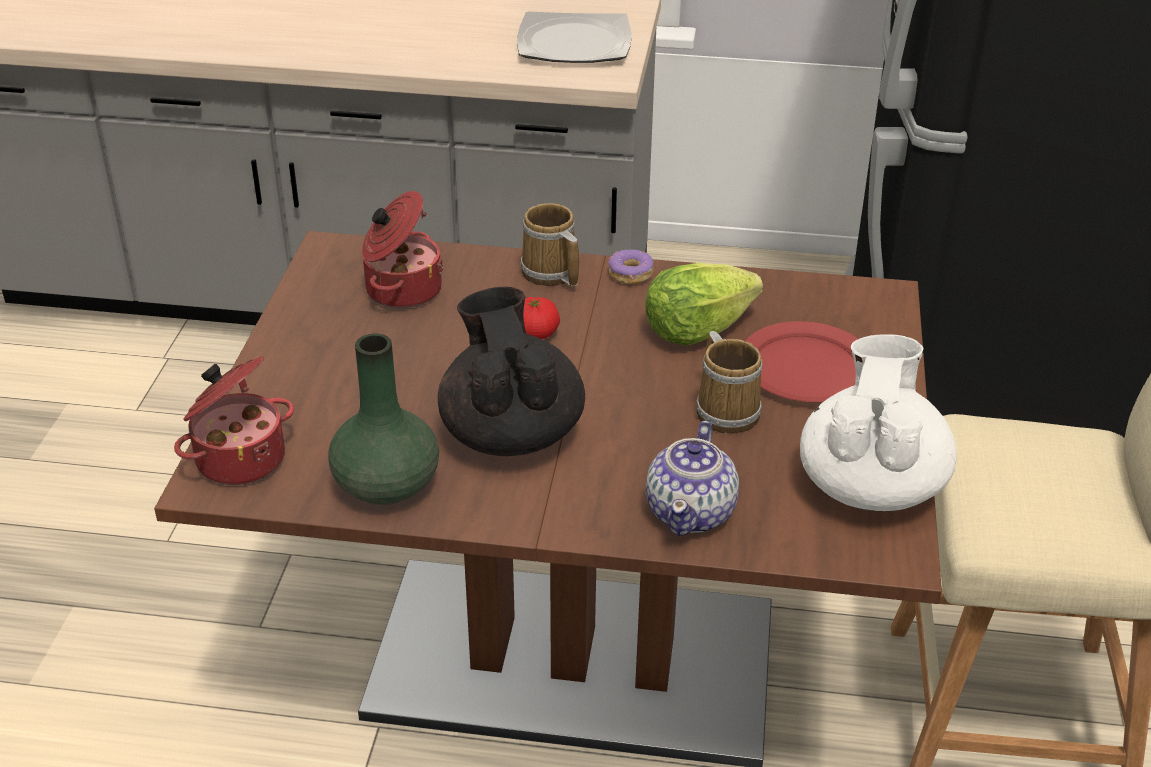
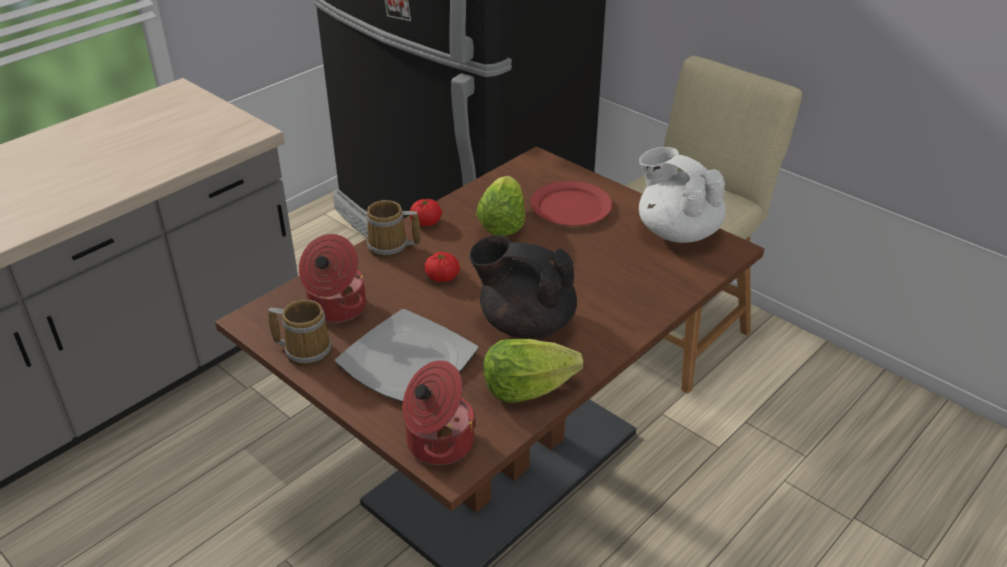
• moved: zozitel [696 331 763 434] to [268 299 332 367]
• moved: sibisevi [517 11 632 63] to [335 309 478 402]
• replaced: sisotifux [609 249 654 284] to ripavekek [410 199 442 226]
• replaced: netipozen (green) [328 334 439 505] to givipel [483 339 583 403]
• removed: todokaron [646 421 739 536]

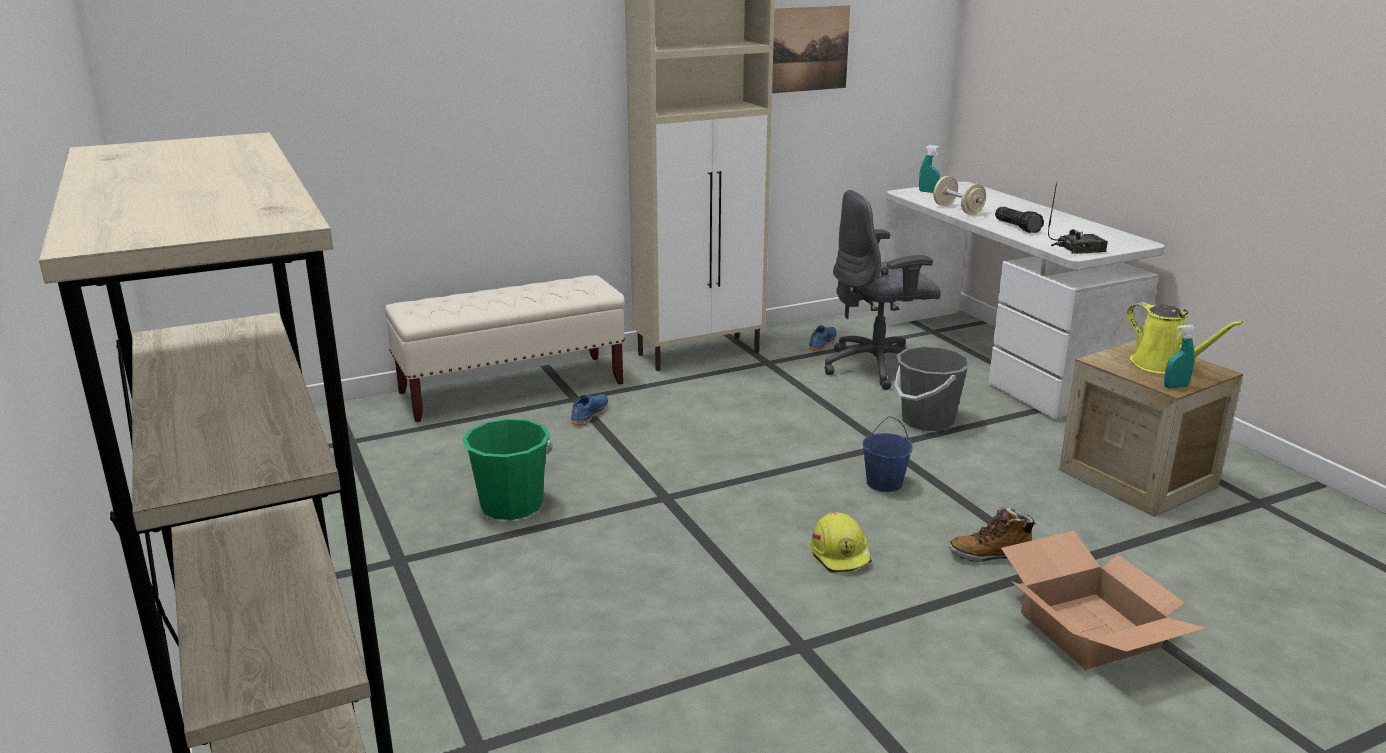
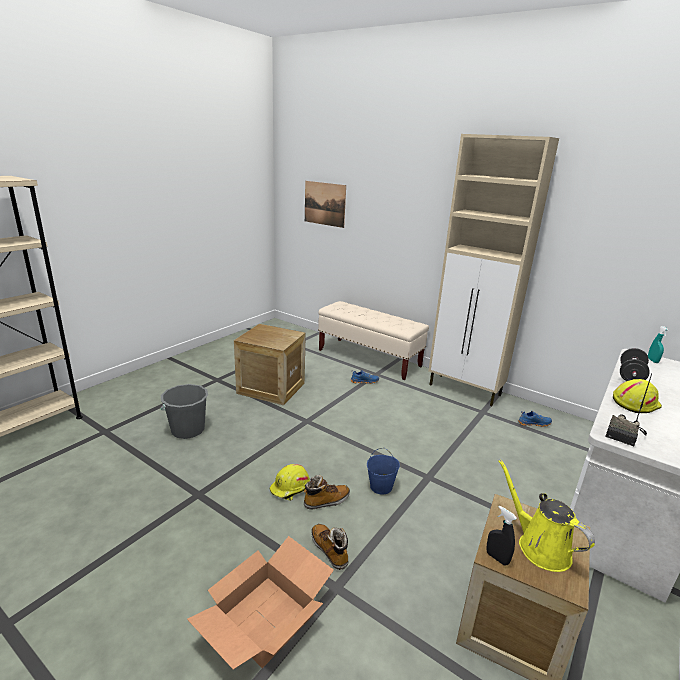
• moved: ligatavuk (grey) [894 346 971 431] to [161 384 208 439]
• replaced: ligatavuk (green) [462 418 553 520] to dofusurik [234 324 306 405]
• added: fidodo [303 475 350 509]
• moved: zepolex [772 5 850 93] to [305 181 346 228]
• recoloured: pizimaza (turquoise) [1164 325 1196 389] to pizimaza (black) [486 506 517 566]
• turned: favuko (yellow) [1127 302 1244 374] = [498 459 595 572] 120 degrees clockwise
• turned: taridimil [1048 182 1108 254] = [605 374 652 446] 75 degrees clockwise
• replaced: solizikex [995 207 1044 233] to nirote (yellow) [613 379 662 413]
• recoloured: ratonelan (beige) [933 176 986 215] to ratonelan (black) [620 348 650 381]
• removed: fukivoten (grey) [825 190 941 390]

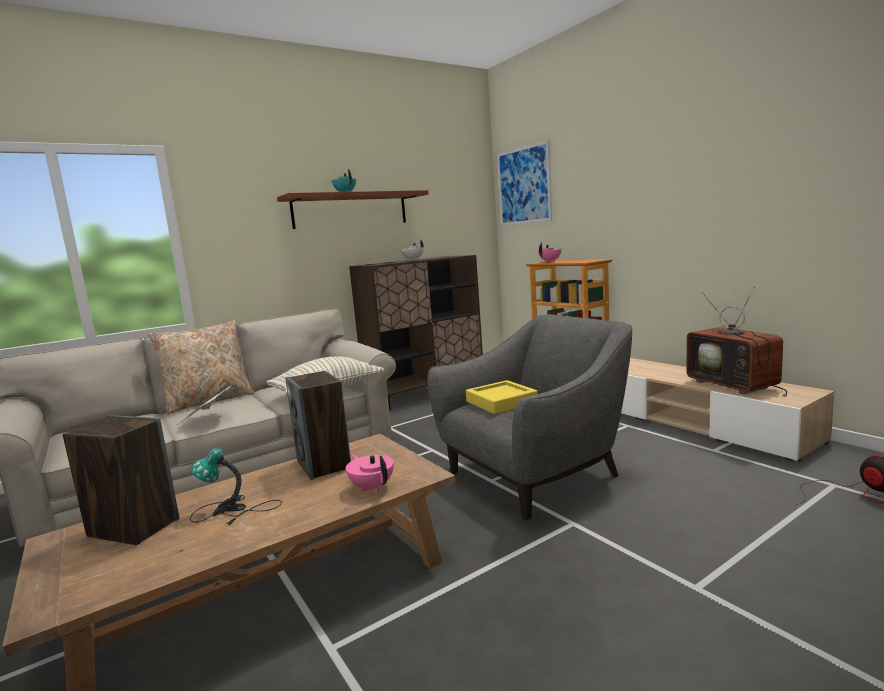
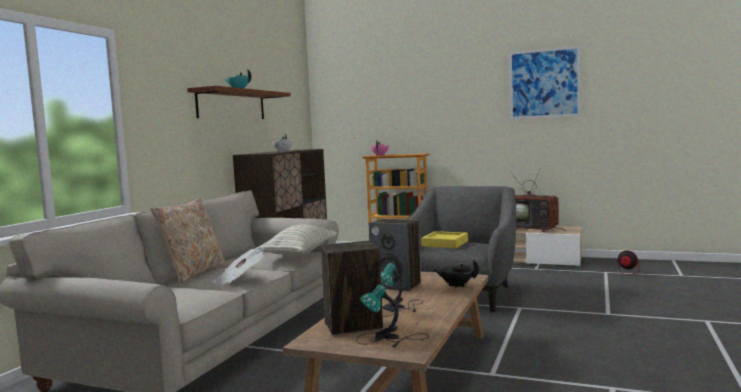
• added: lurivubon [356 284 429 348]
• recoloured: todokaron (pink) [346 454 394 492] to todokaron (black) [433 259 479 288]
• moved: zepolex [497 140 552 226] to [509 46 581 119]

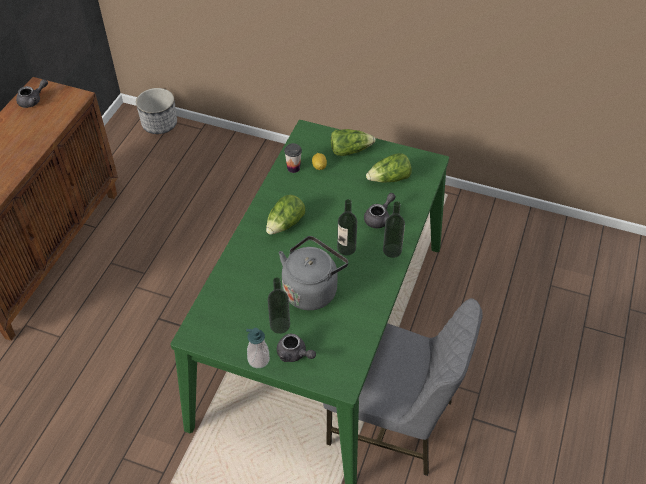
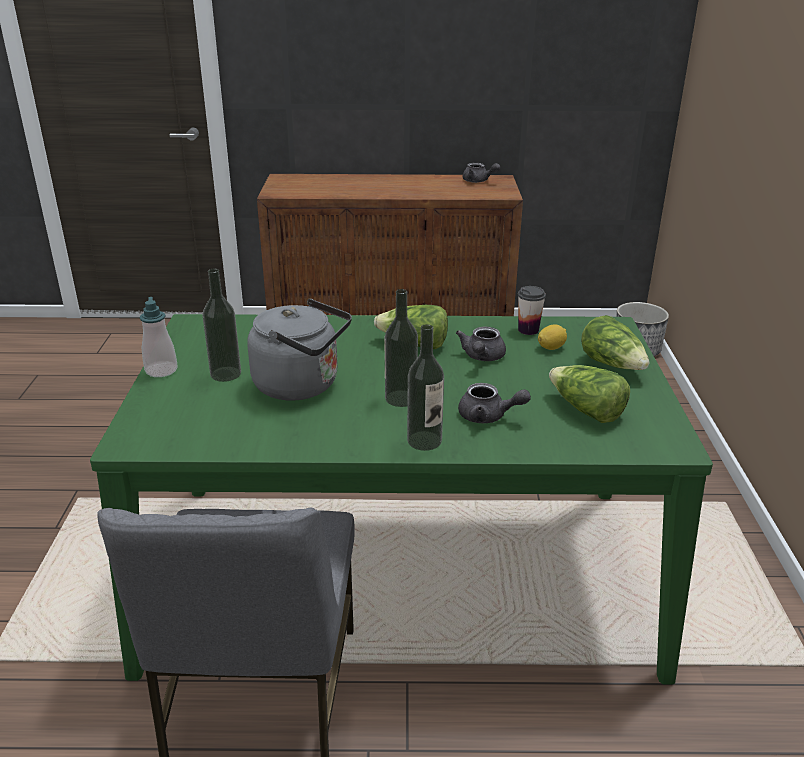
• moved: todokaron (grey) [277 334 316 362] to [456 327 506 361]

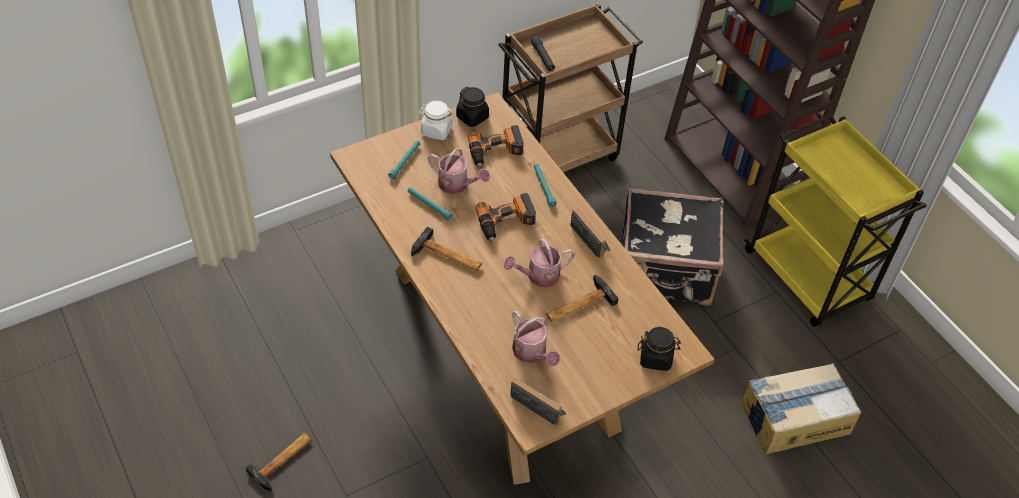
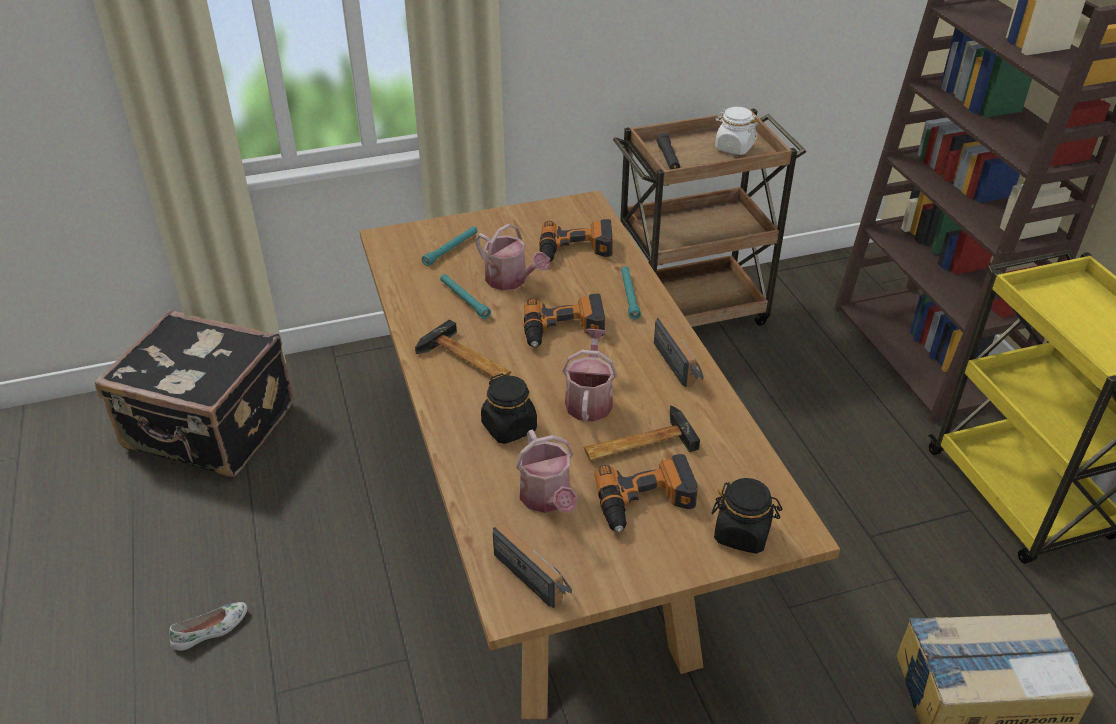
• moved: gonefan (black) [621 188 724 306] to [95 310 293 477]
• replaced: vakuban [245 433 312 491] to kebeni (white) [169 602 247 651]
• moved: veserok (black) [456 87 489 127] to [481 373 537 444]
• turned: favuko [504 239 575 287] = [562 329 617 422] 105 degrees clockwise
• added: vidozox [594 454 698 533]
• moved: veserok (white) [419 101 454 140] to [715 107 758 155]

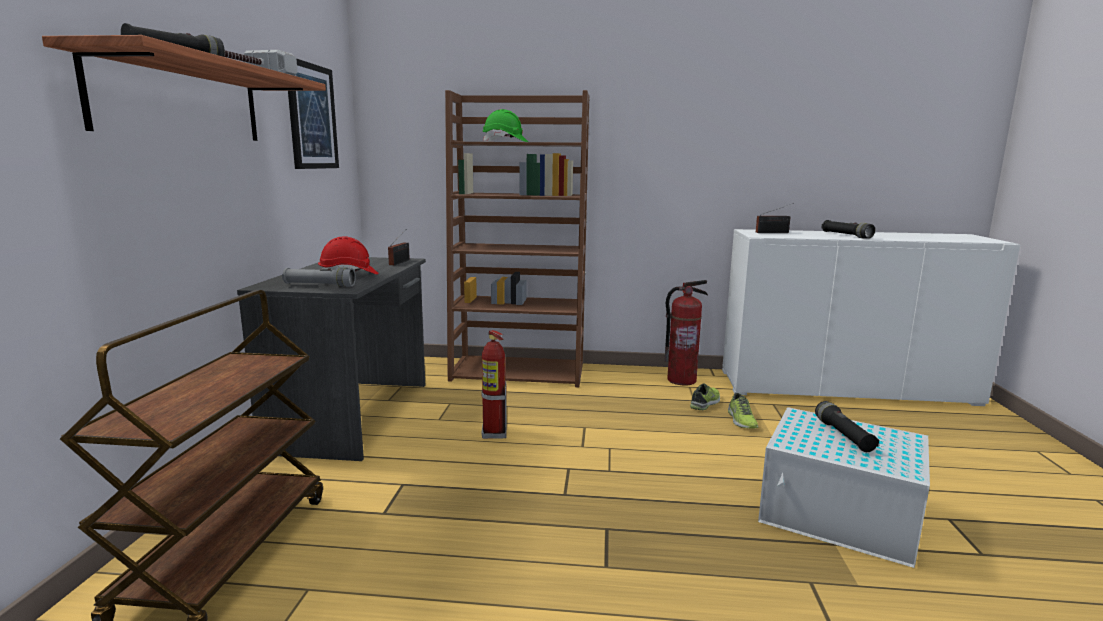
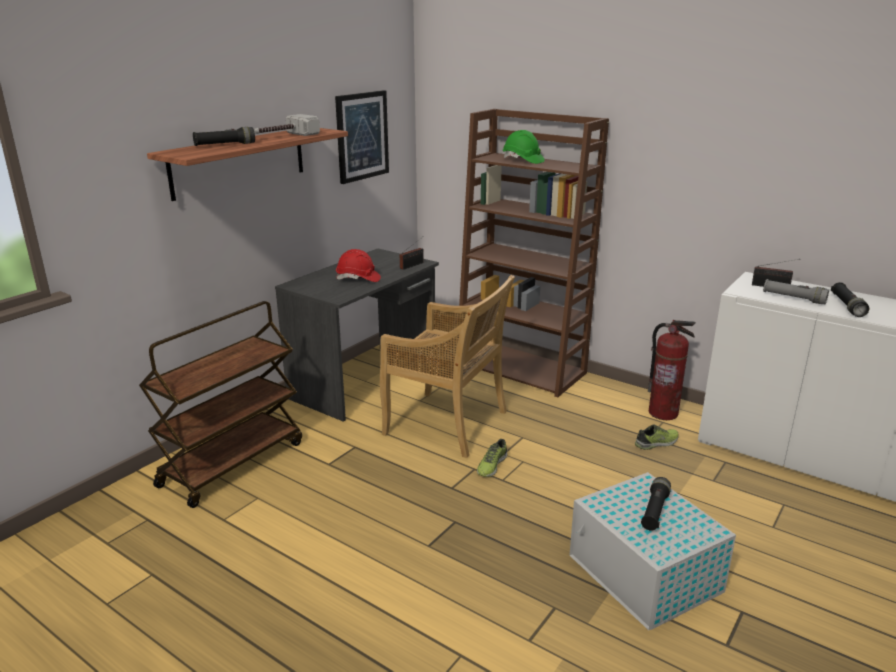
• replaced: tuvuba [481 330 507 439] to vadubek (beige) [380 275 515 458]
• moved: kebeni [728 393 758 429] to [477 439 508 477]
• moved: solizikex (grey) [282 267 356 287] to [763 279 829 304]

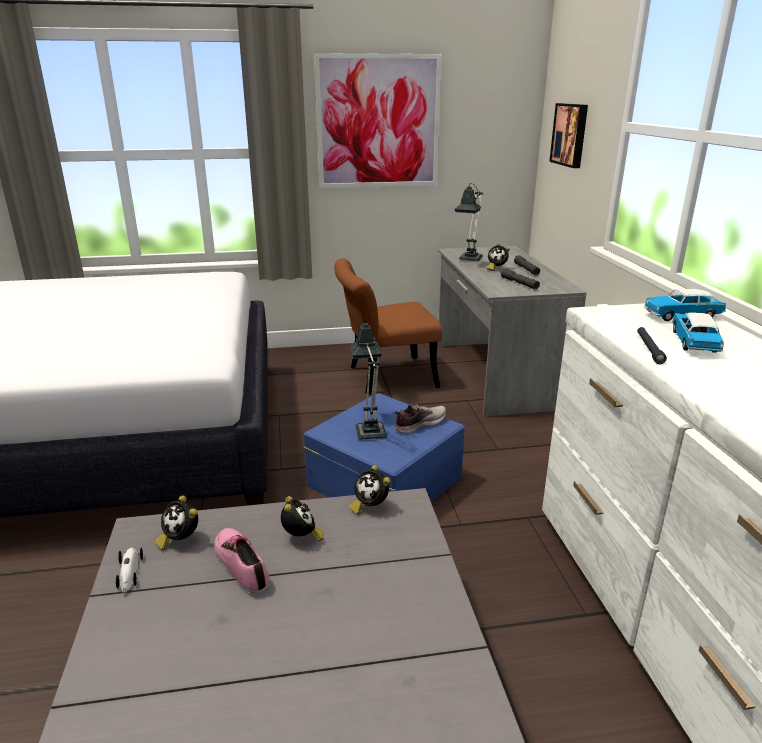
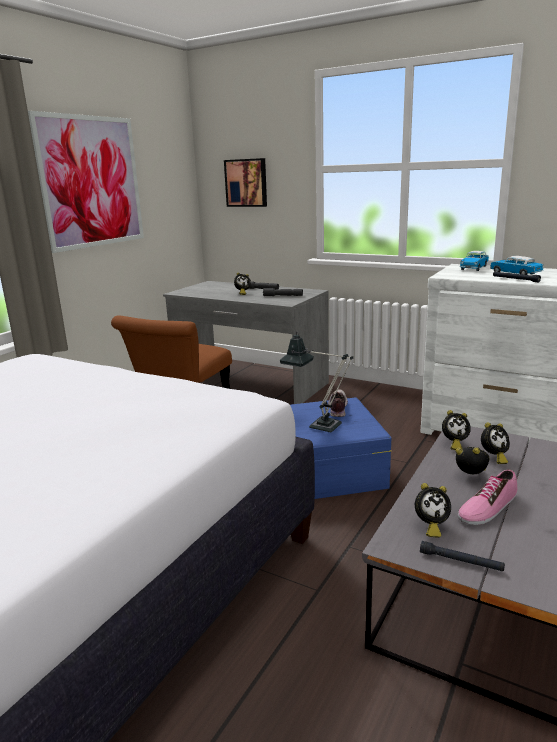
• replaced: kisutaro [116 547 143 593] to solizikex (black) [420 541 505 572]
• turned: kebeni [214 528 270 594] = [458 470 517 525] 45 degrees counterclockwise
• added: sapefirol [481 422 510 464]
• removed: lurivubon [455 183 483 261]

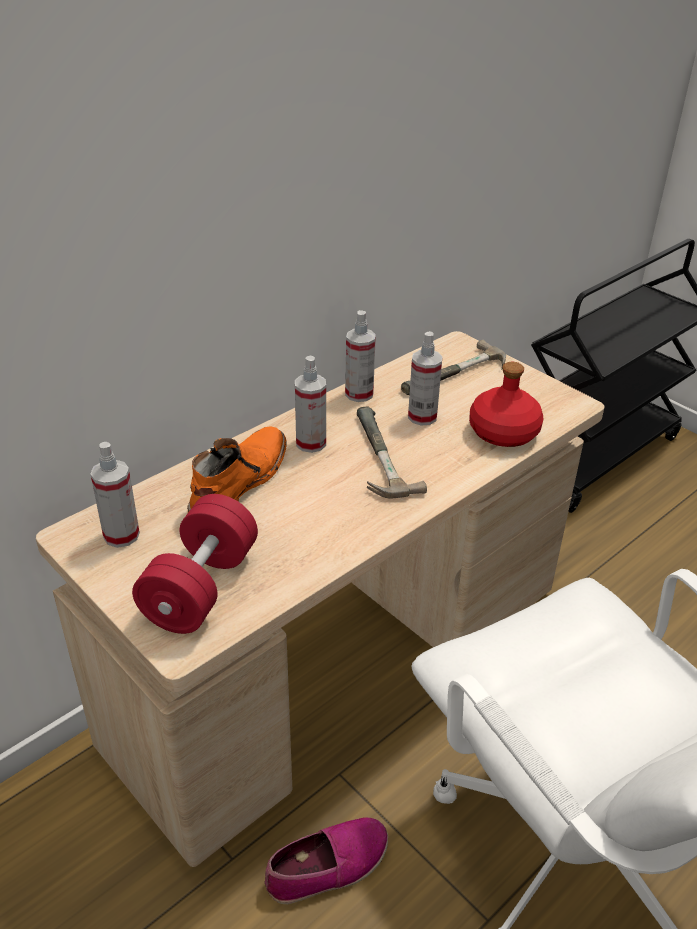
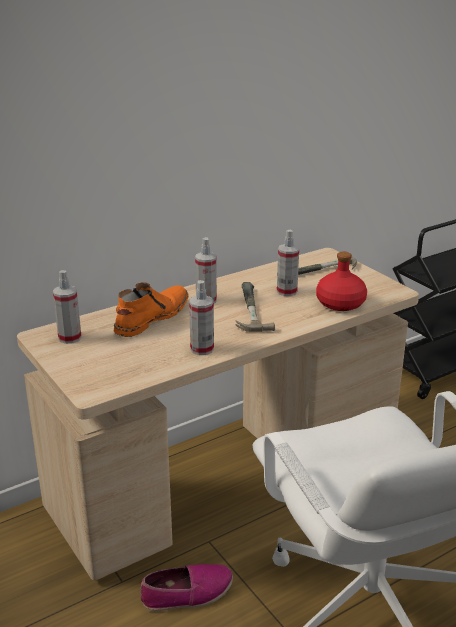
• moved: pizimaza [345 310 376 402] to [189 280 214 355]
• removed: ratonelan (red) [132 494 258 634]

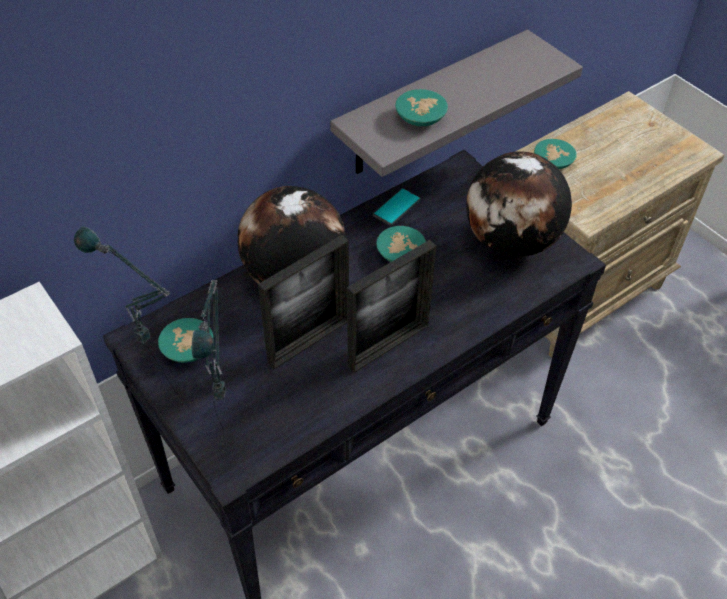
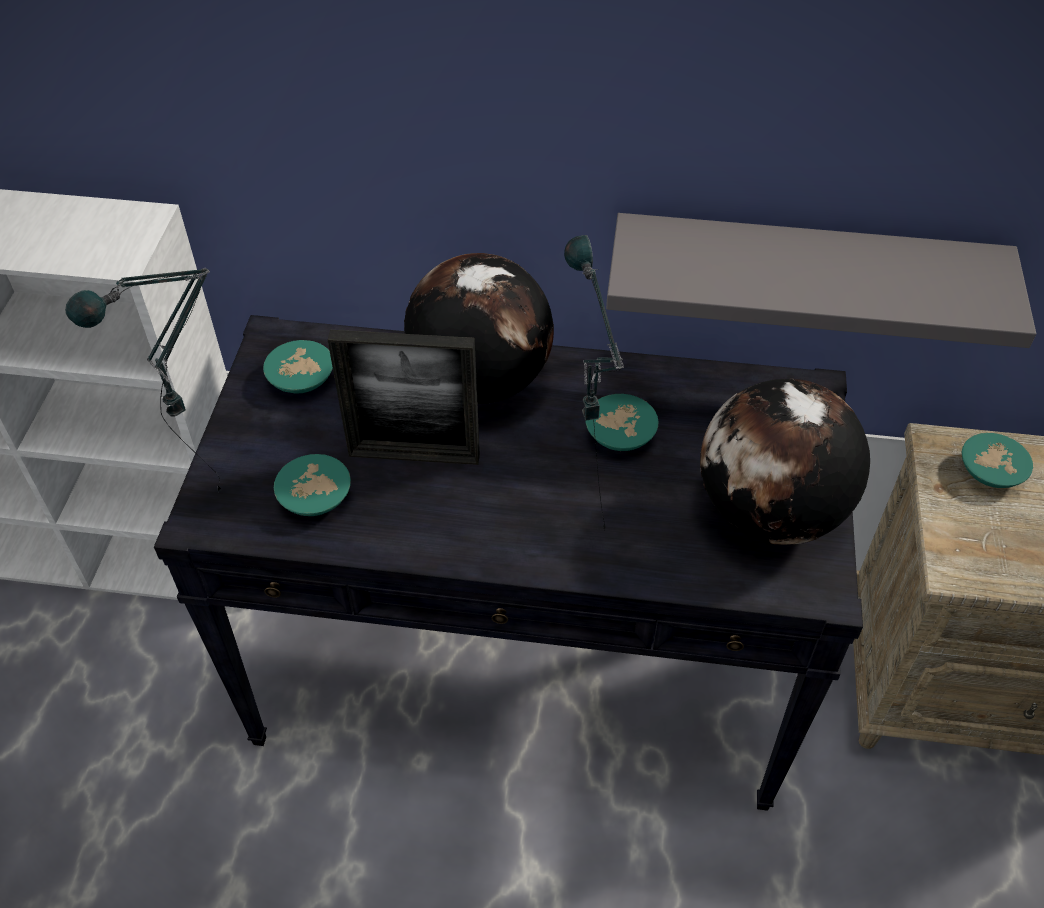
• moved: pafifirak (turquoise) [395 89 448 126] to [274 454 351 516]
• moved: lurivubon [74 226 184 406] to [564 235 624 531]
• removed: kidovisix [347 240 436 373]
• removed: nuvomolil [373 188 421 226]

